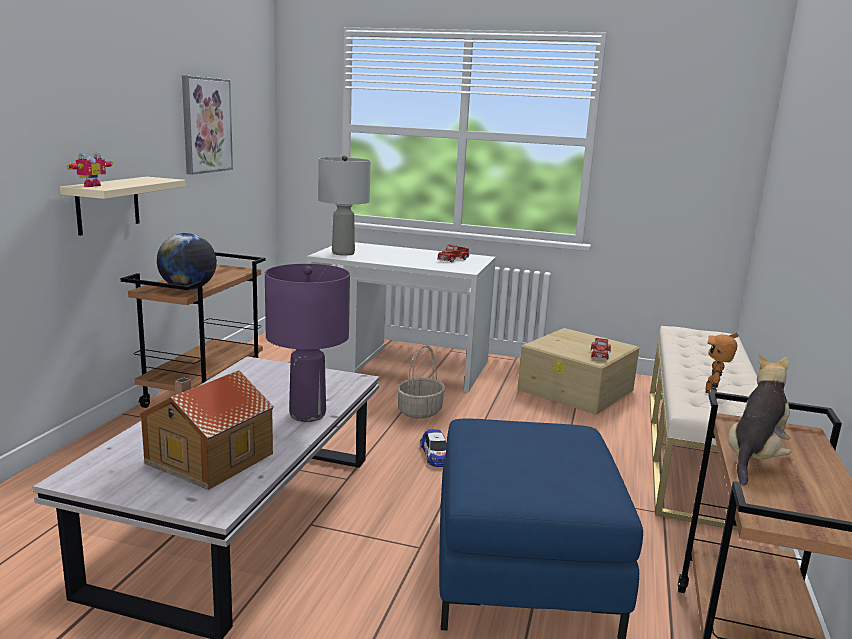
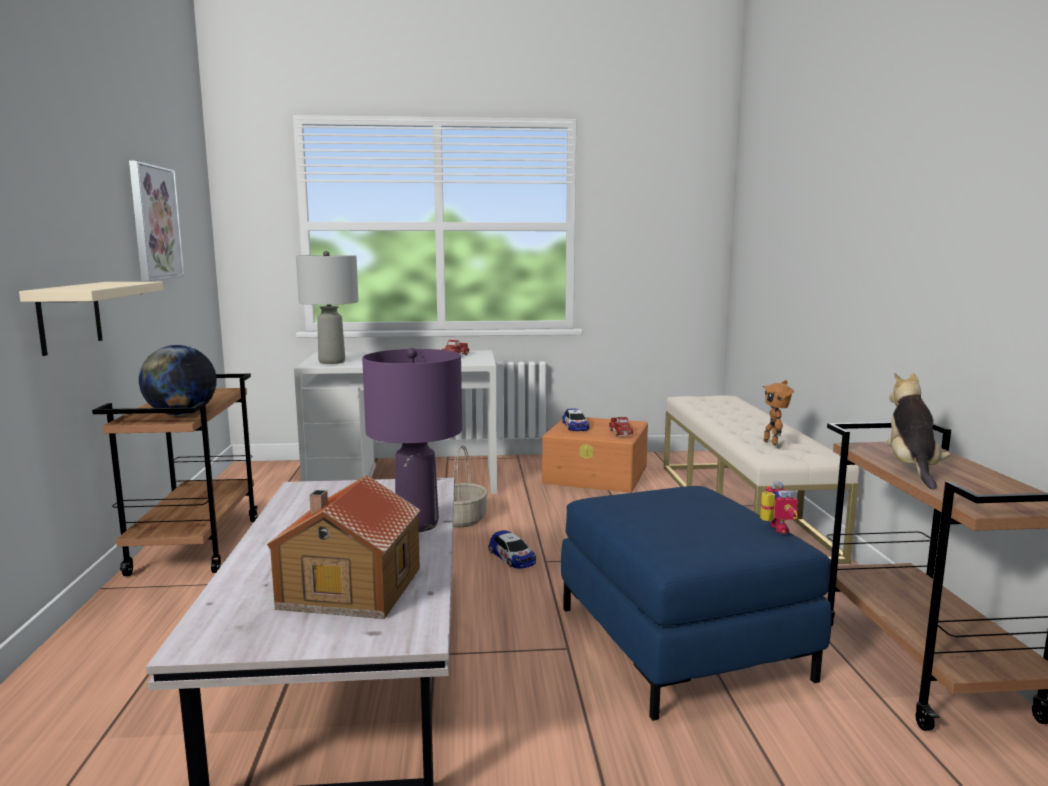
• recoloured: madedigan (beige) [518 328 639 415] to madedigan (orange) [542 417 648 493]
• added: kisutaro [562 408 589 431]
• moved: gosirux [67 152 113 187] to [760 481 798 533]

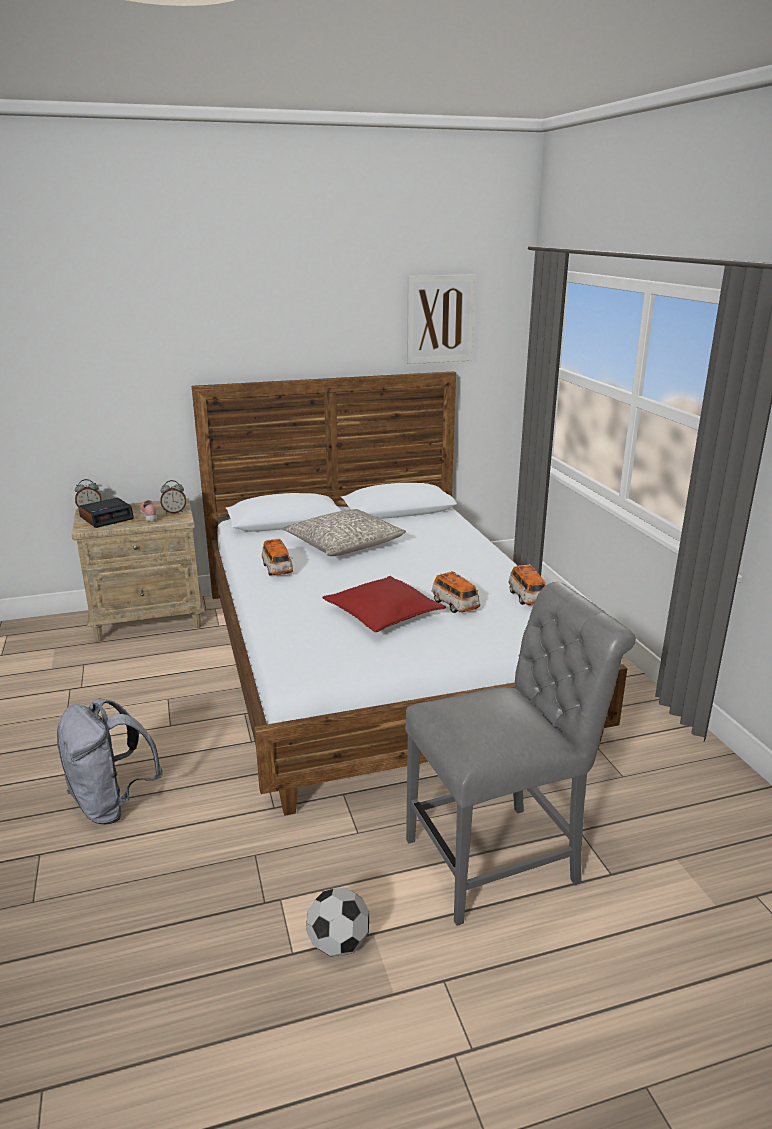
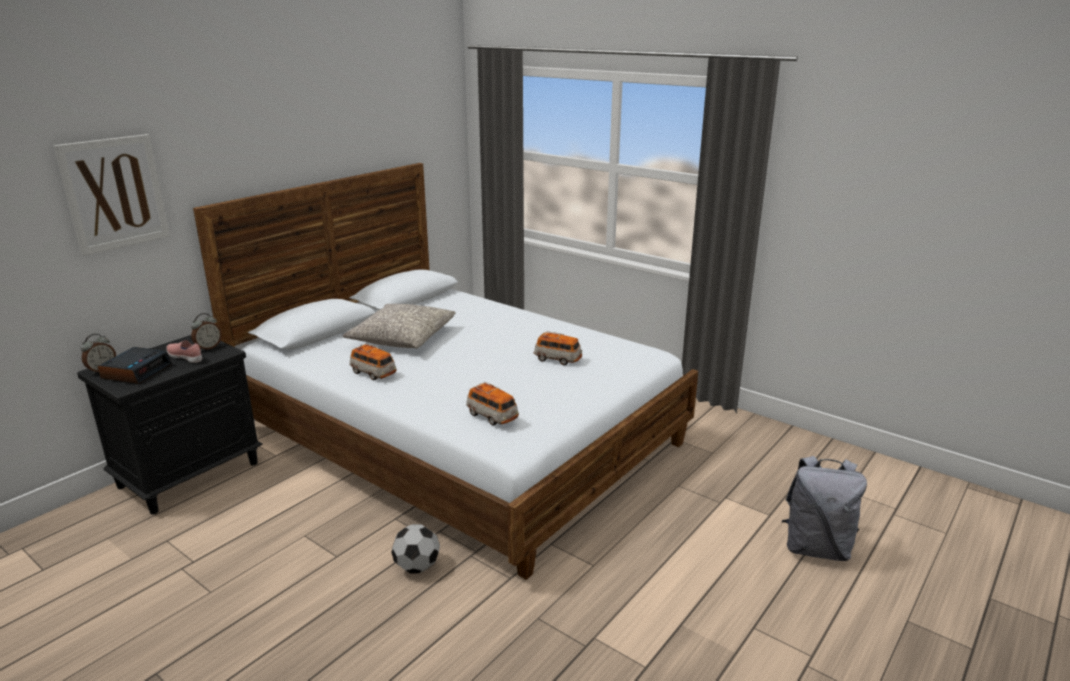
• moved: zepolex [407 274 475 364] to [54 134 170 256]
• recoloured: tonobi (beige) [71 498 205 642] to tonobi (black) [77 335 263 515]
• moved: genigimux [306 888 369 957] to [391 524 440 573]
• moved: kisutaro [508 564 546 605] to [466 382 519 425]
• moved: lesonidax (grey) [57 699 163 824] to [782 456 867 561]
• removed: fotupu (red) [322 576 446 632]
• removed: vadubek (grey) [405 582 636 926]

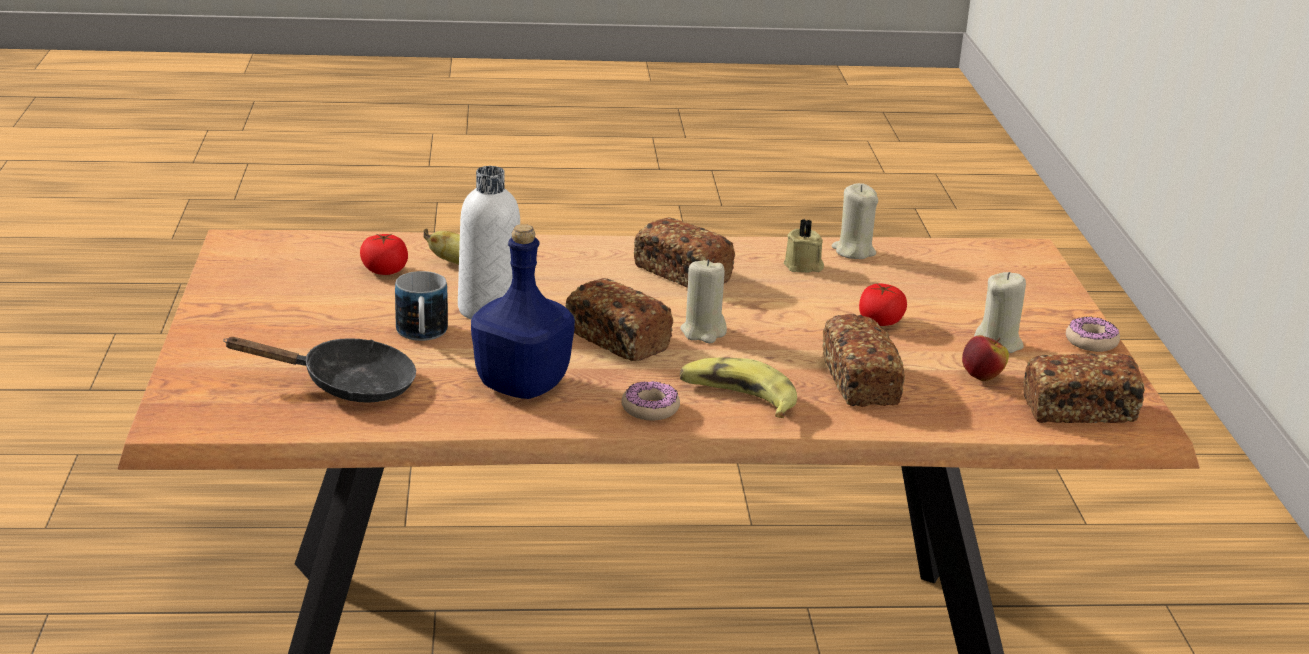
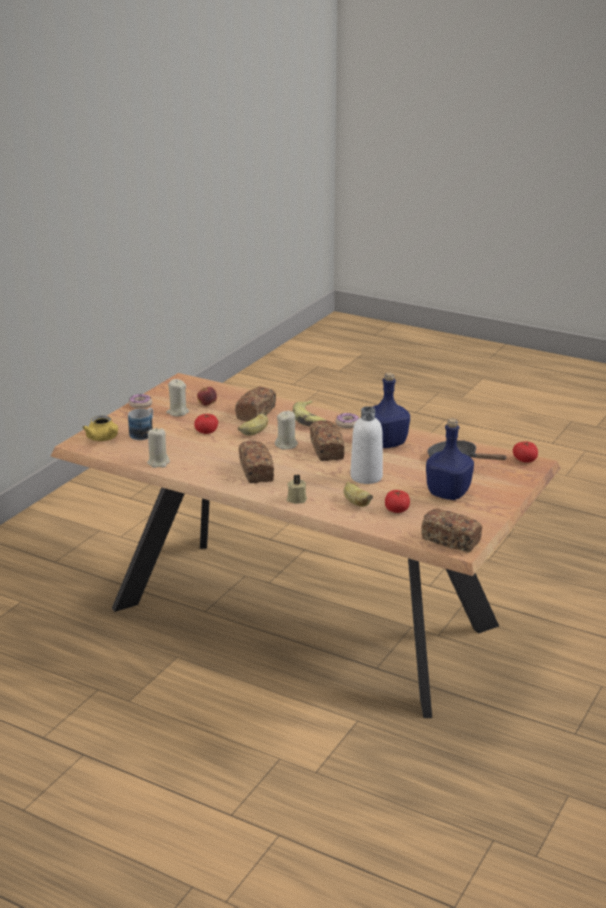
• added: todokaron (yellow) [82 416 118 441]
• moved: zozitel [395 271 448 341] to [128 408 153 440]
• added: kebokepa [238 411 268 435]
• moved: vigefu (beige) [784 219 824 272] to [287 475 307 504]
• moved: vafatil [1023 353 1145 423] to [421 509 482 552]
• added: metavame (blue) [426 419 474 500]
• added: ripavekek [513 441 538 463]

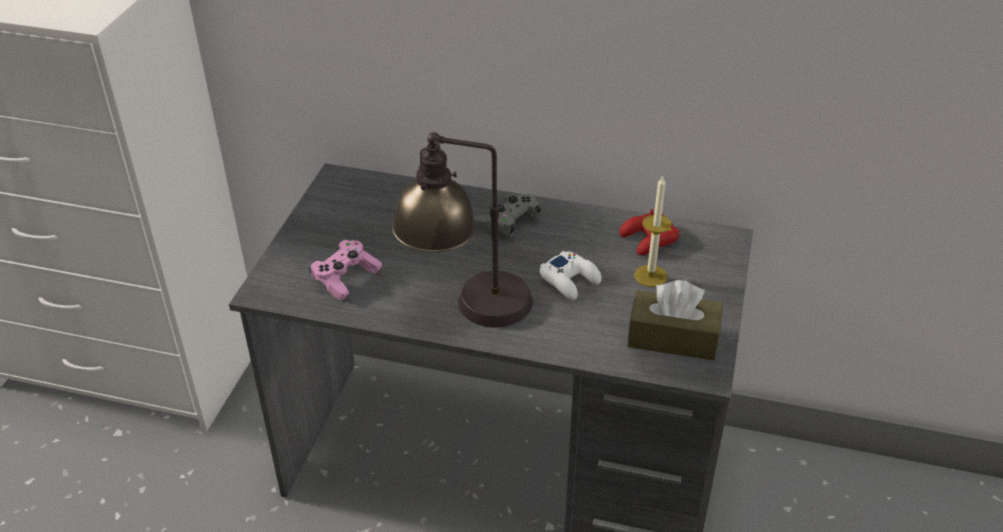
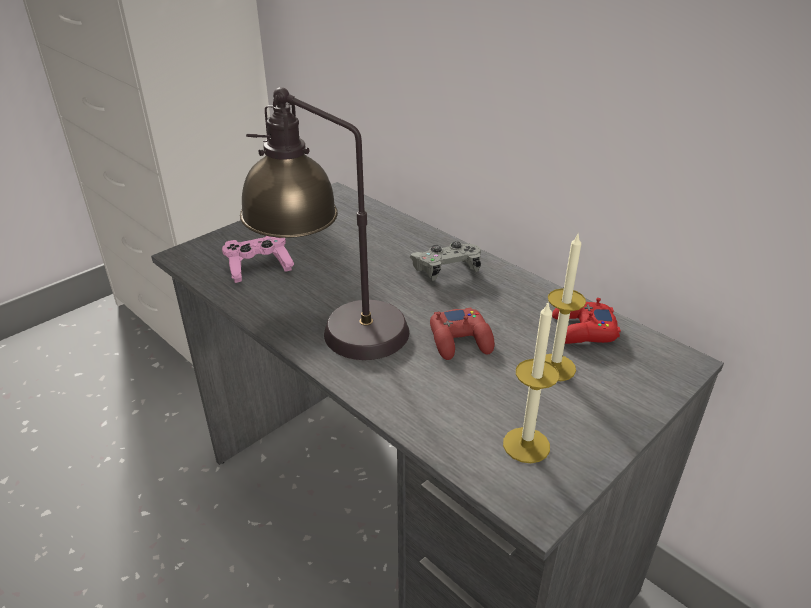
• recoloured: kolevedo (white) [540 251 602 300] to kolevedo (red) [430 308 494 360]
• replaced: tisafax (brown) [627 280 723 360] to vigefu [503 303 559 463]

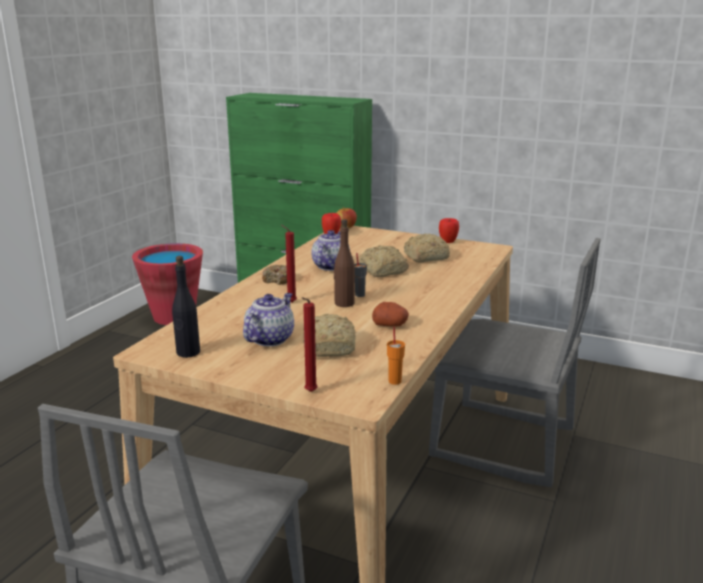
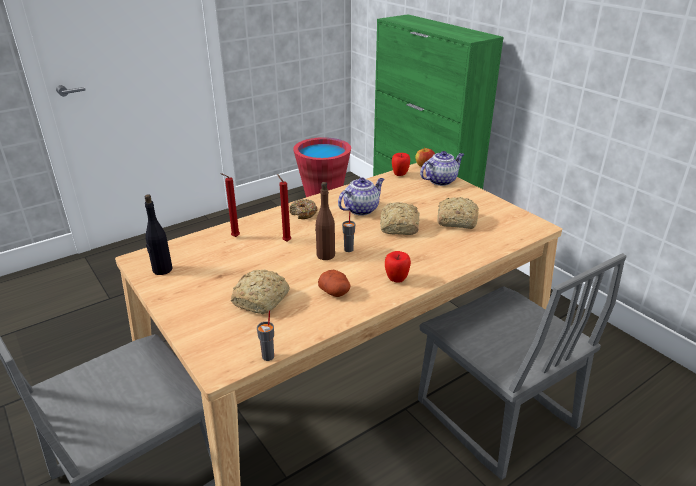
• moved: vigefu (red) [302 297 318 392] to [220 173 240 237]
• recoloured: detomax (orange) [387 327 405 385] to detomax (grey) [257 310 274 361]
• moved: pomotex [439 218 459 243] to [385 251 411 283]
• moved: todokaron [243 293 294 346] to [420 151 464 186]

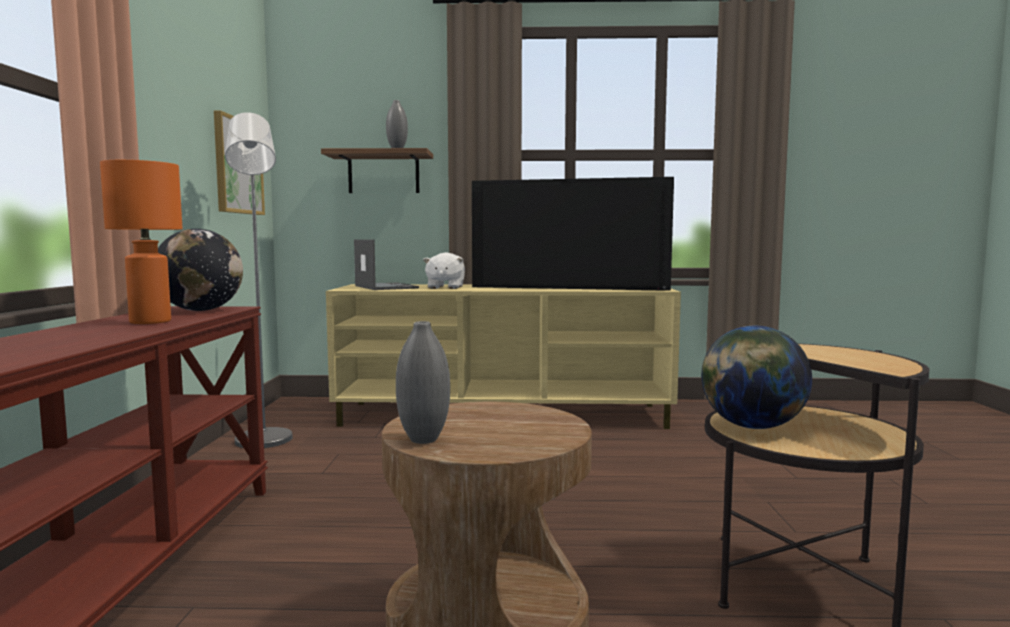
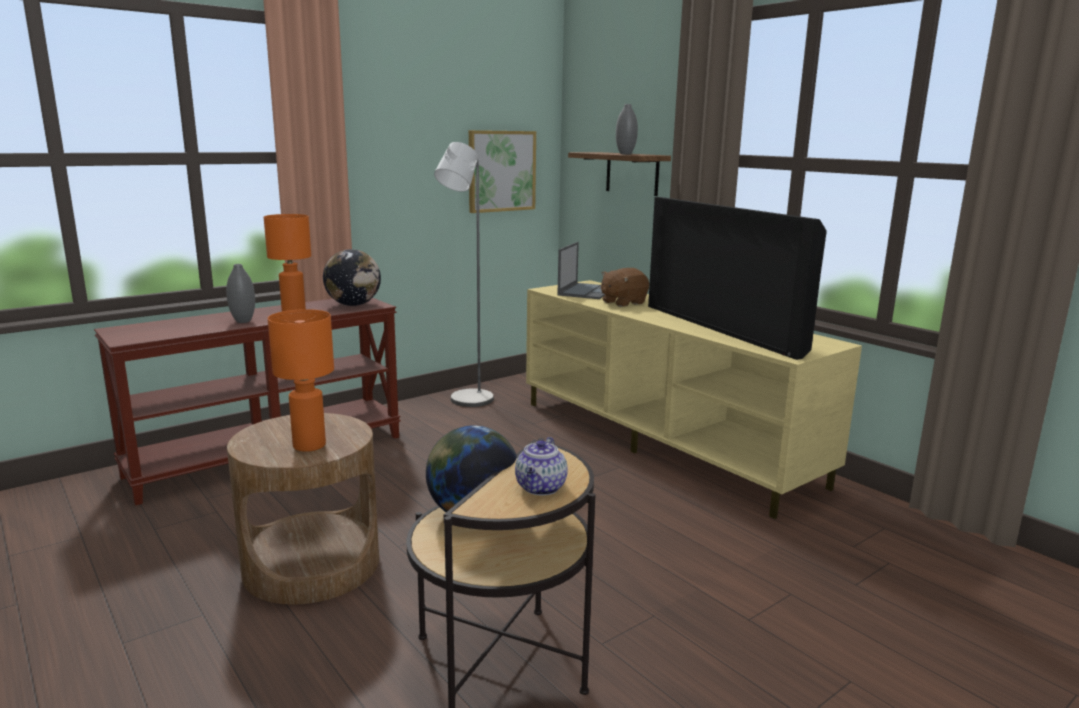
• moved: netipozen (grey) [396 321 450 444] to [226 264 255 323]
• added: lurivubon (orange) [268 309 334 452]
• added: todokaron [515 437 568 495]
• recoloured: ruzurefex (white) [423 252 465 289] to ruzurefex (brown) [601 268 649 307]

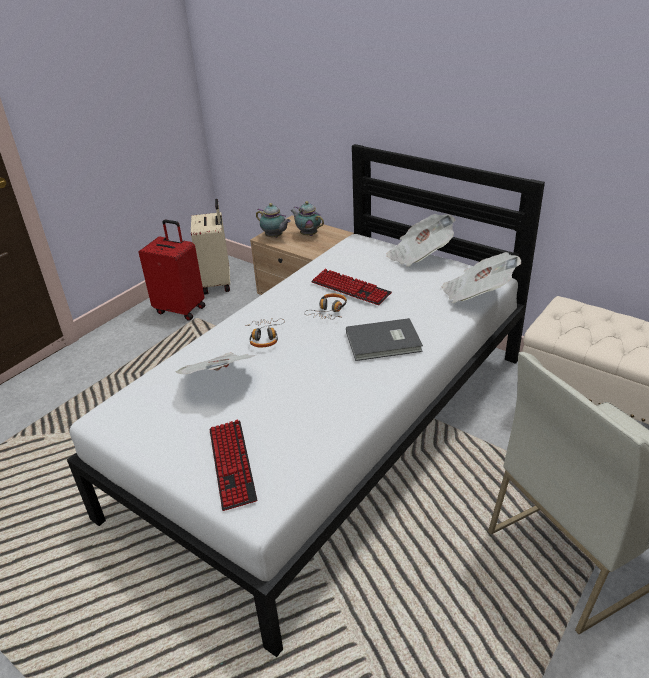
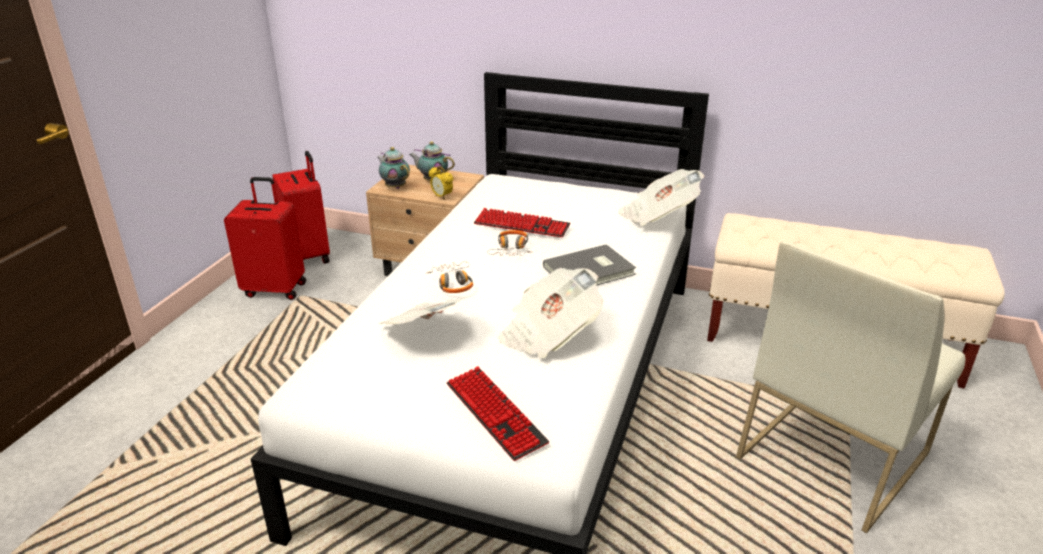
• recoloured: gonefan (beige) [191 199 230 294] to gonefan (red) [273 151 330 264]
• turned: todokaron [256 203 291 238] = [378 147 410 189] 150 degrees counterclockwise
• added: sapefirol [429 166 453 200]
• moved: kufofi [386 214 455 267] to [498 268 603 358]

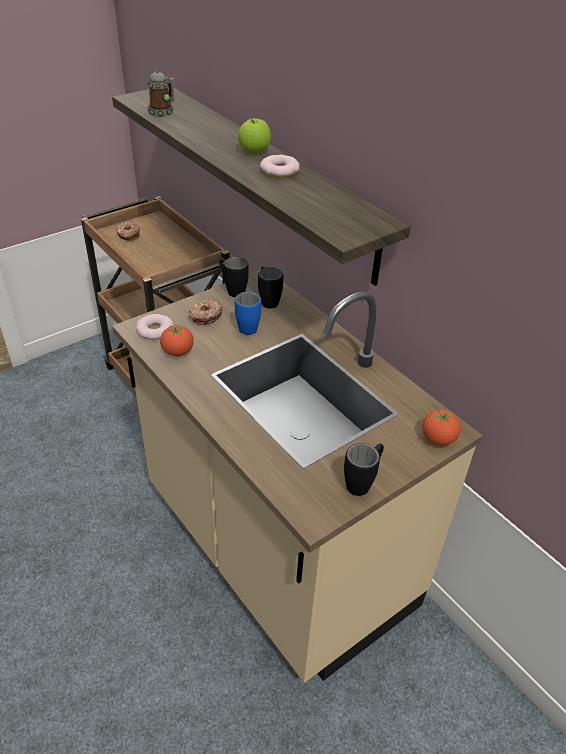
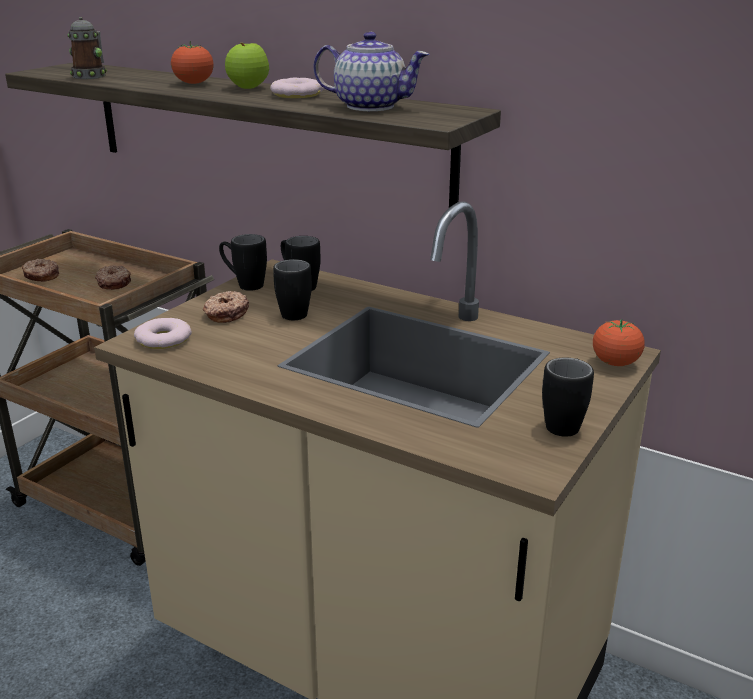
• added: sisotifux [95 265 131 290]
• moved: ripavekek [160 325 194 356] to [171 41 214 84]
• recoloured: zozitel (blue) [235 290 261 335] to zozitel (black) [273 259 312 320]
• added: todokaron [313 32 429 111]

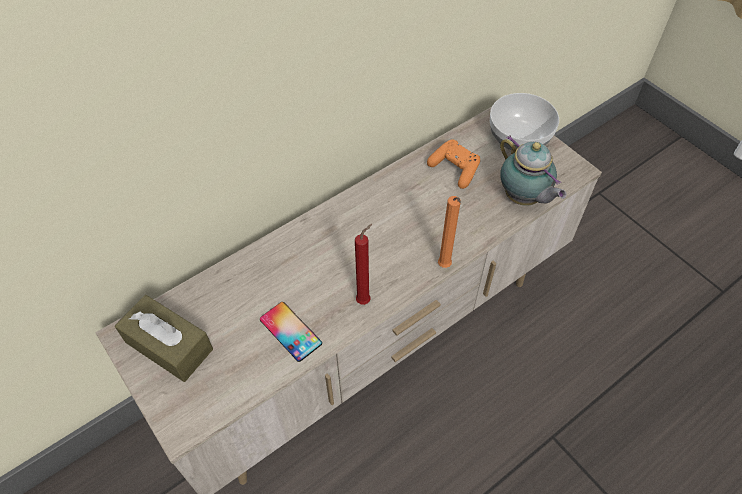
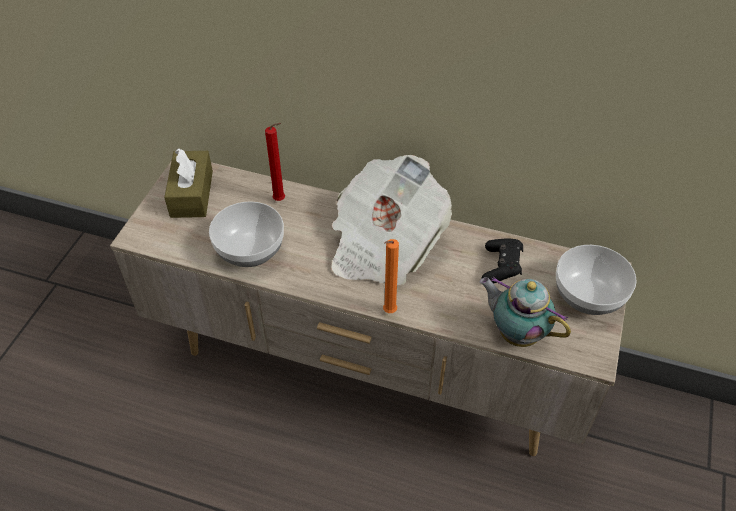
• replaced: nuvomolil [260 302 322 362] to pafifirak [209 201 284 267]
• moved: vigefu (red) [355 224 372 305] to [265 123 285 201]
• added: kufofi [331 155 452 285]
• turned: todokaron [500 136 567 206] = [480 276 571 347] 105 degrees clockwise
• recoloured: kolevedo (orange) [427 139 480 189] to kolevedo (black) [482 238 523 284]

